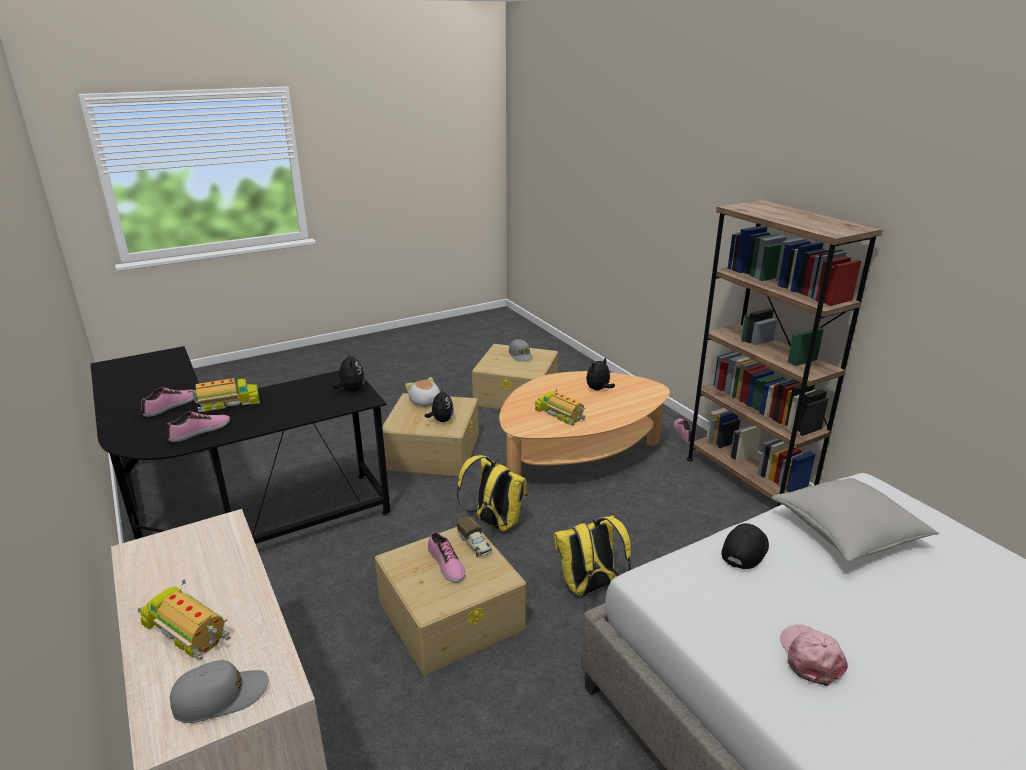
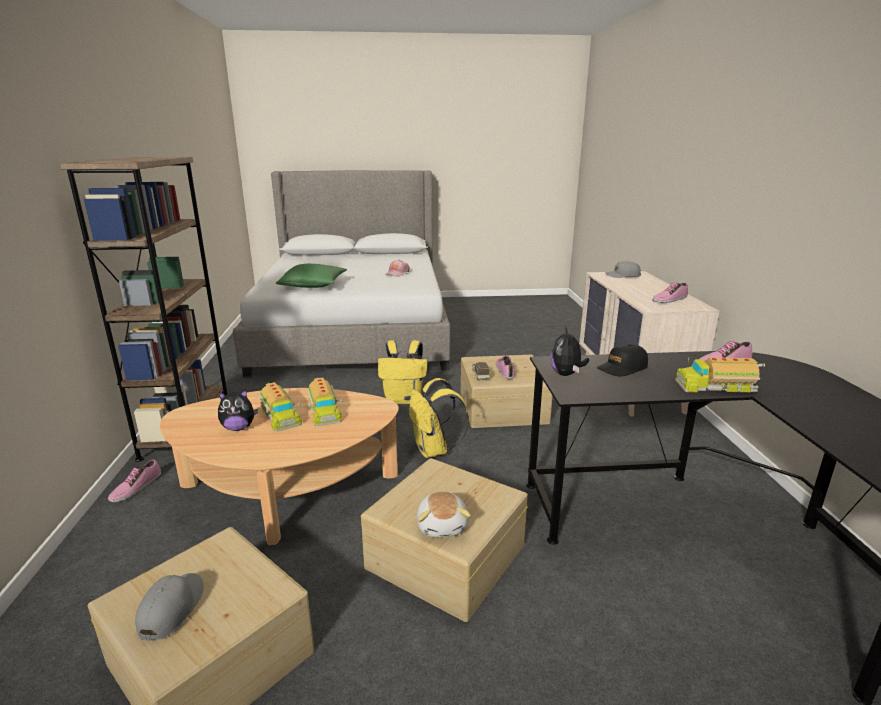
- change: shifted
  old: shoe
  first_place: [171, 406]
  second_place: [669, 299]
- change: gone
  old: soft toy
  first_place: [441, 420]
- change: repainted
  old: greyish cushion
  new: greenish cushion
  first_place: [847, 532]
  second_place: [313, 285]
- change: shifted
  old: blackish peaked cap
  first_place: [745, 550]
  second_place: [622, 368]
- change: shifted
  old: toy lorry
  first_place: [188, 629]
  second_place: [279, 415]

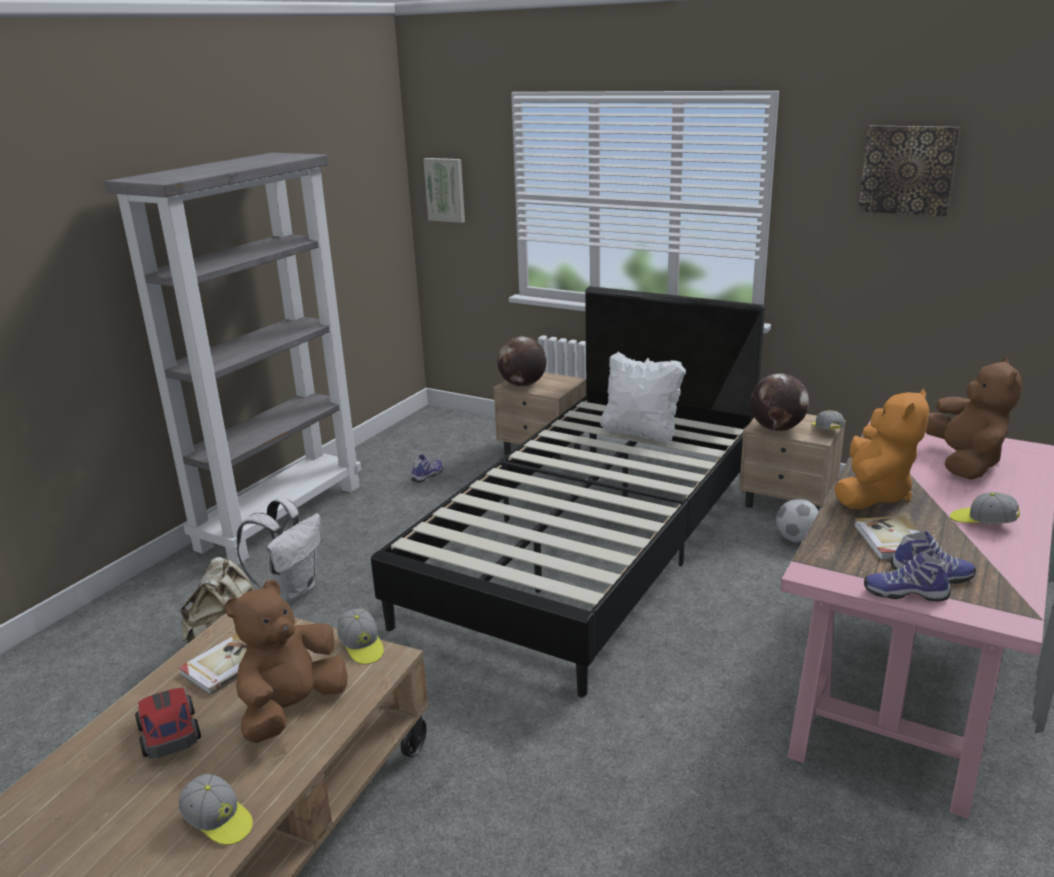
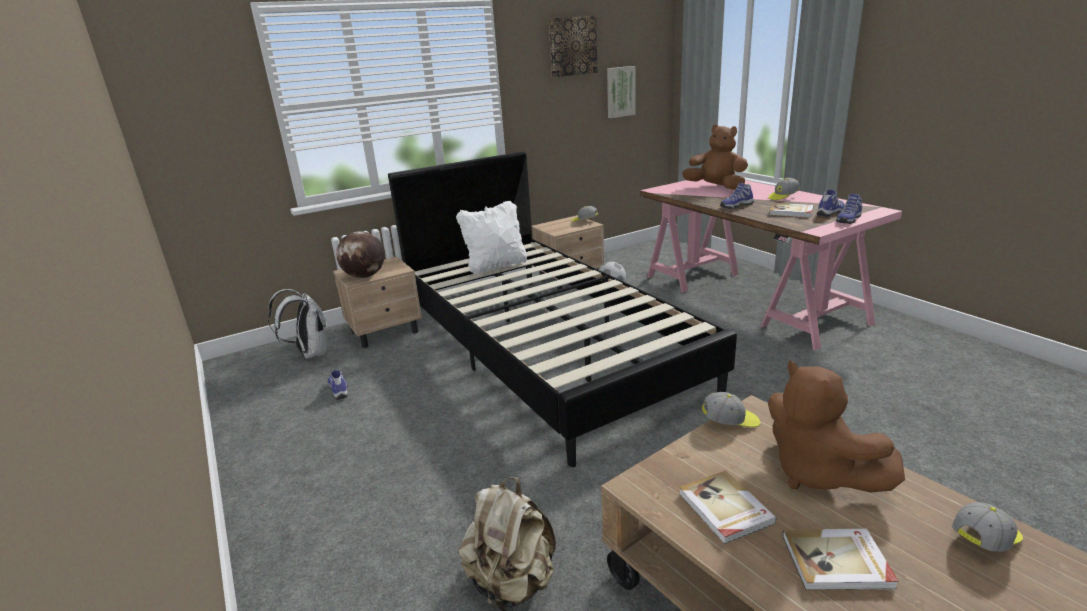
- change: gone
  old: greyish bookshelf
  first_place: [281, 516]
- change: shifted
  old: wall picture
  first_place: [445, 189]
  second_place: [620, 92]
- change: gone
  old: globe
  first_place: [776, 428]
- change: swapped
  old: orangey soft toy
  new: shoe
  first_place: [873, 494]
  second_place: [736, 206]
- change: shifted
  old: white-coloured knapsack
  first_place: [291, 591]
  second_place: [310, 353]
- change: swapped
  old: model car
  new: book
  first_place: [169, 733]
  second_place: [837, 562]

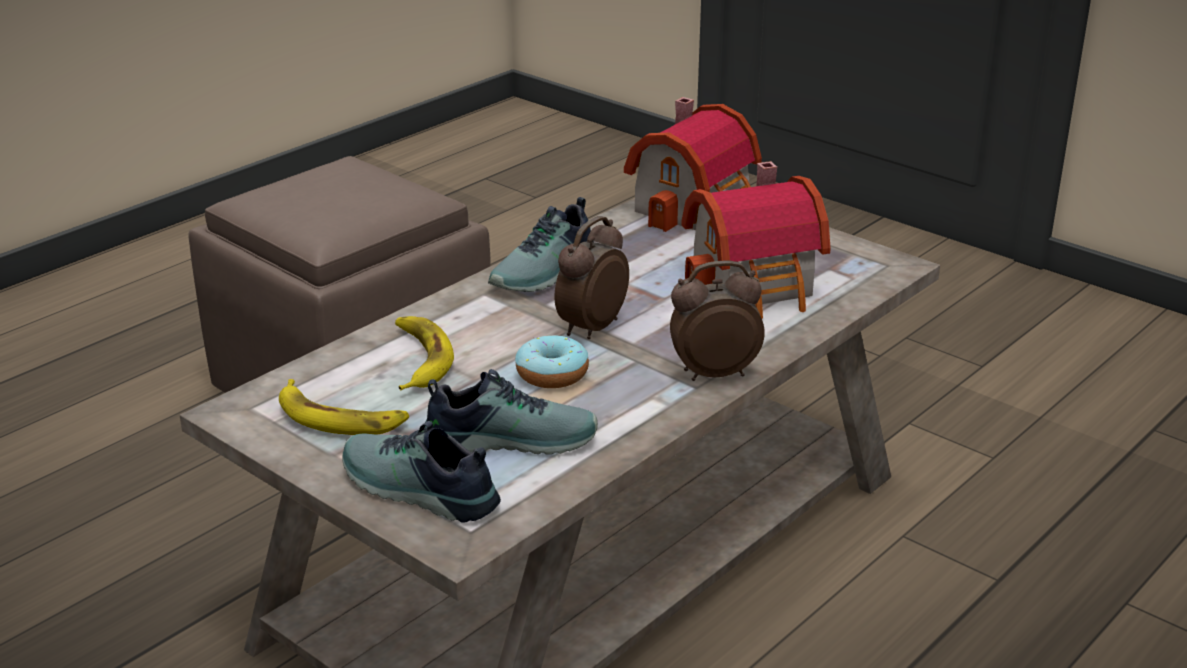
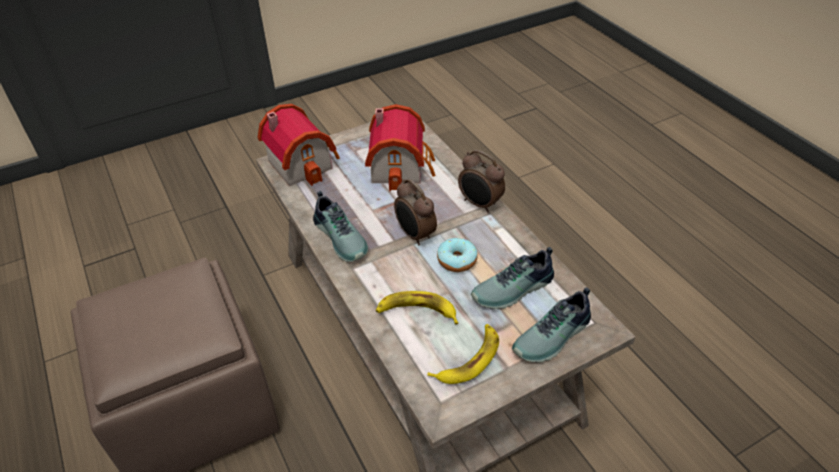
- change: rotated
  old: alarm clock
  first_place: [713, 373]
  second_place: [479, 204]
  degrees: -60
- change: rotated
  old: shoe
  first_place: [510, 438]
  second_place: [514, 290]
  degrees: -135

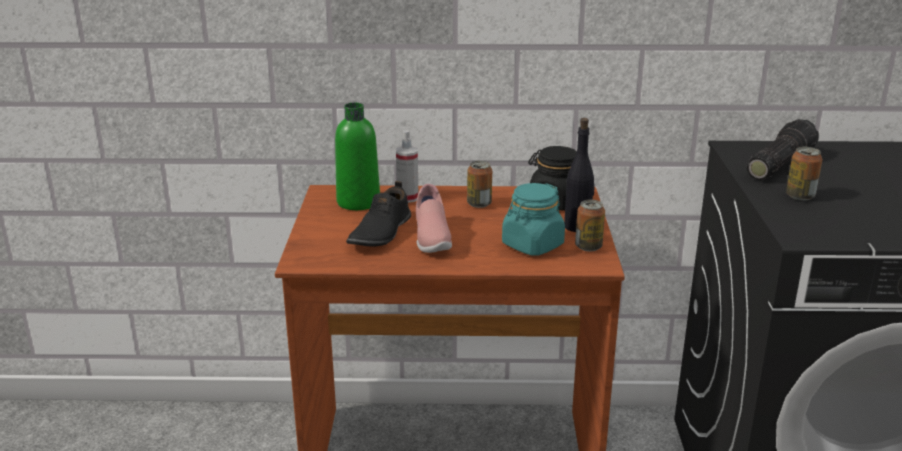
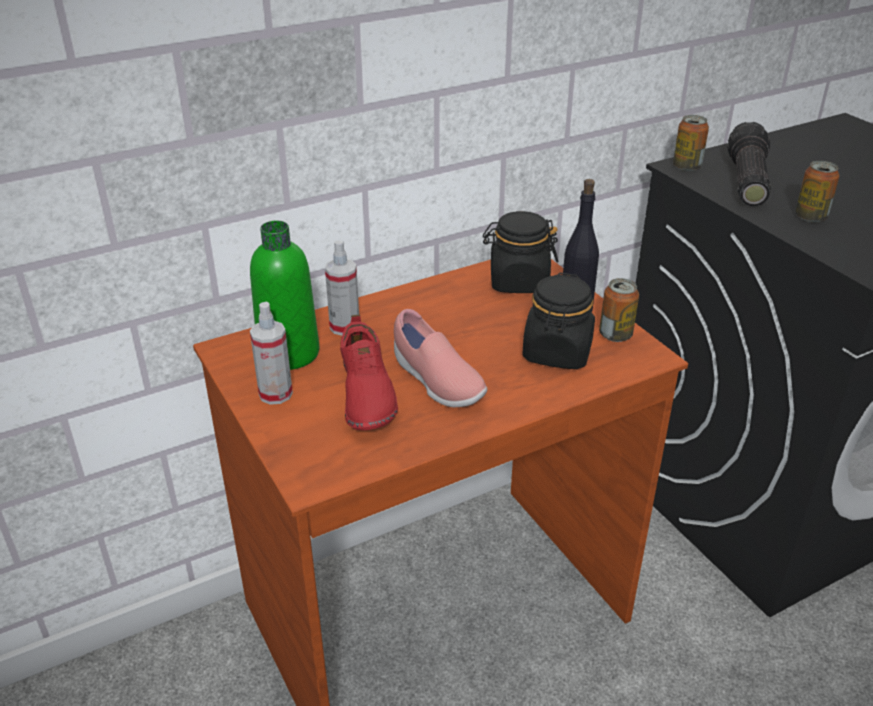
- change: shifted
  old: can
  first_place: [479, 204]
  second_place: [686, 166]
- change: repainted
  old: blackish shoe
  new: red shoe
  first_place: [379, 232]
  second_place: [365, 394]
- change: repainted
  old: blue-green preserve jar
  new: blackish preserve jar
  first_place: [532, 245]
  second_place: [557, 352]
- change: new
  new: sprayer
  second_place: [275, 394]

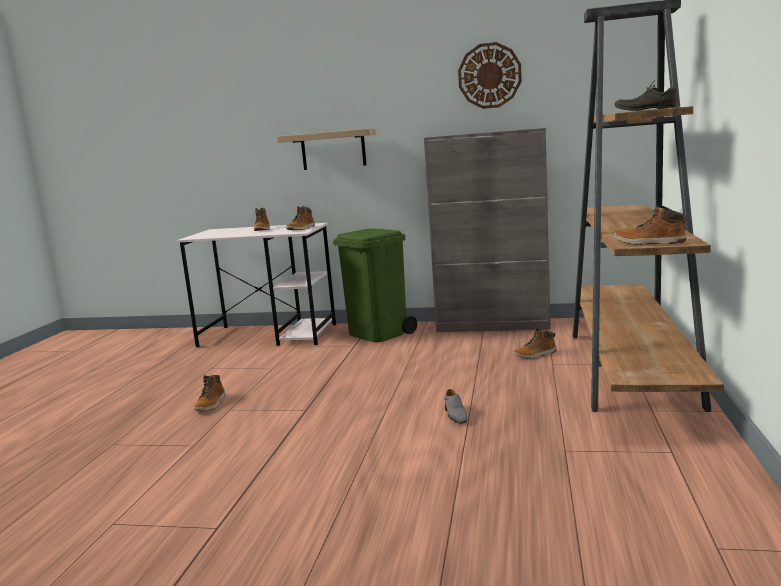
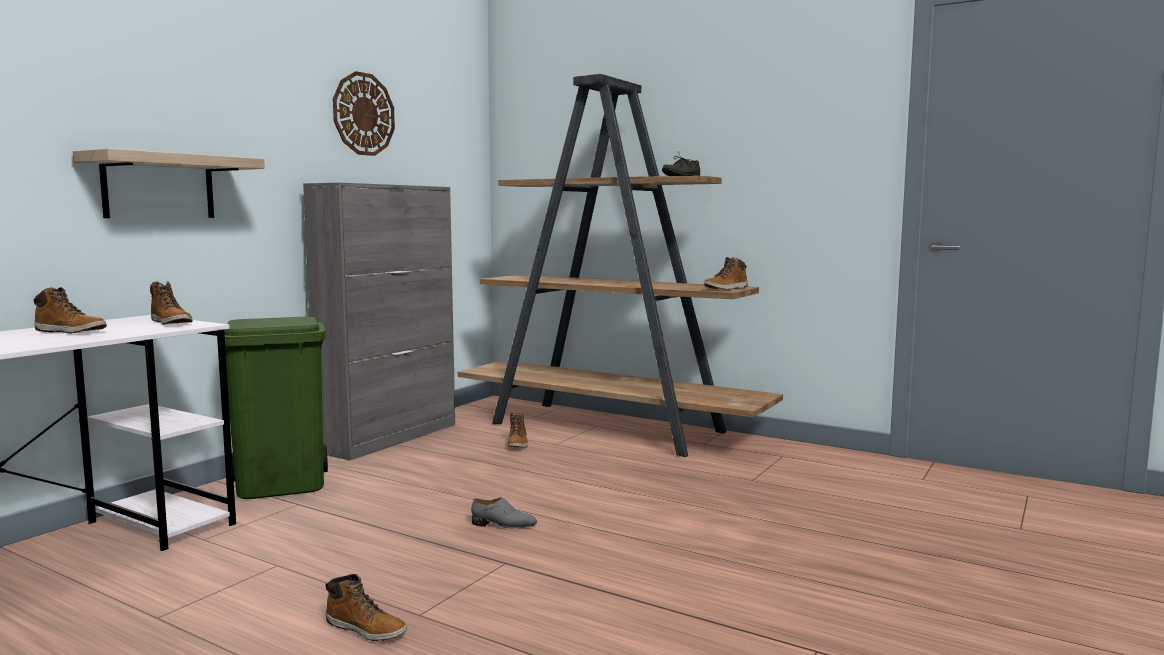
- change: shifted
  old: greyish shoe
  first_place: [455, 415]
  second_place: [503, 525]

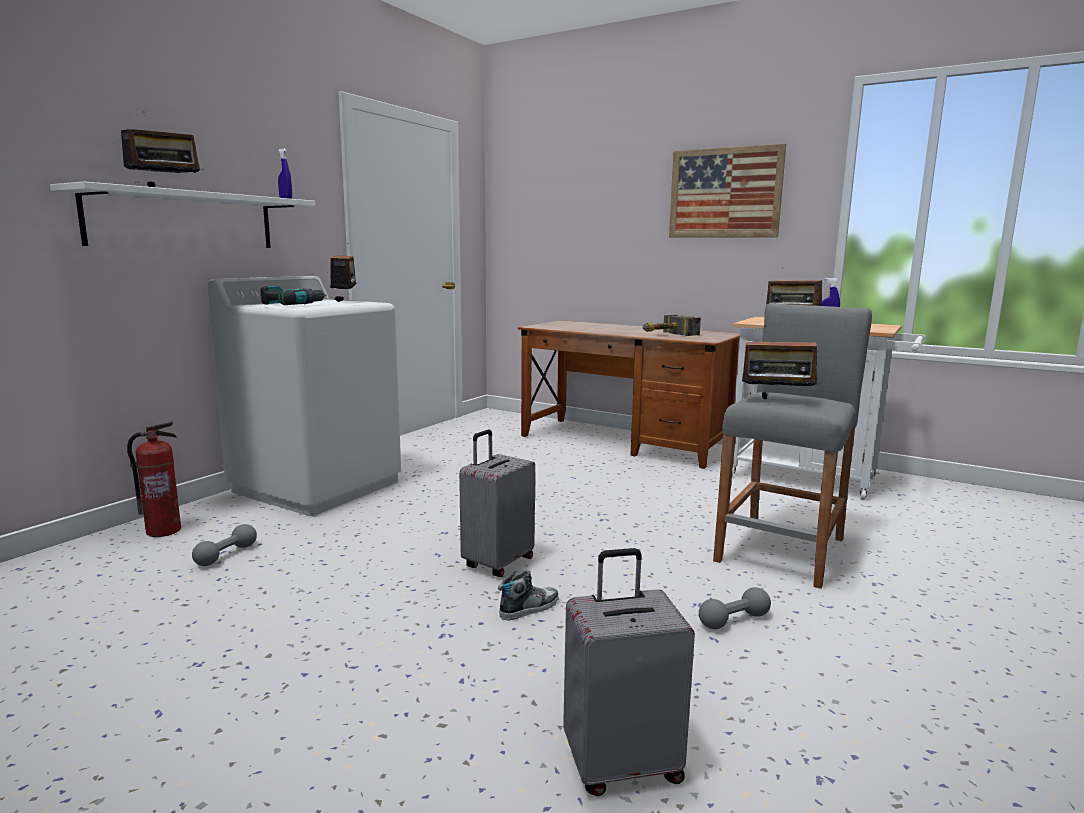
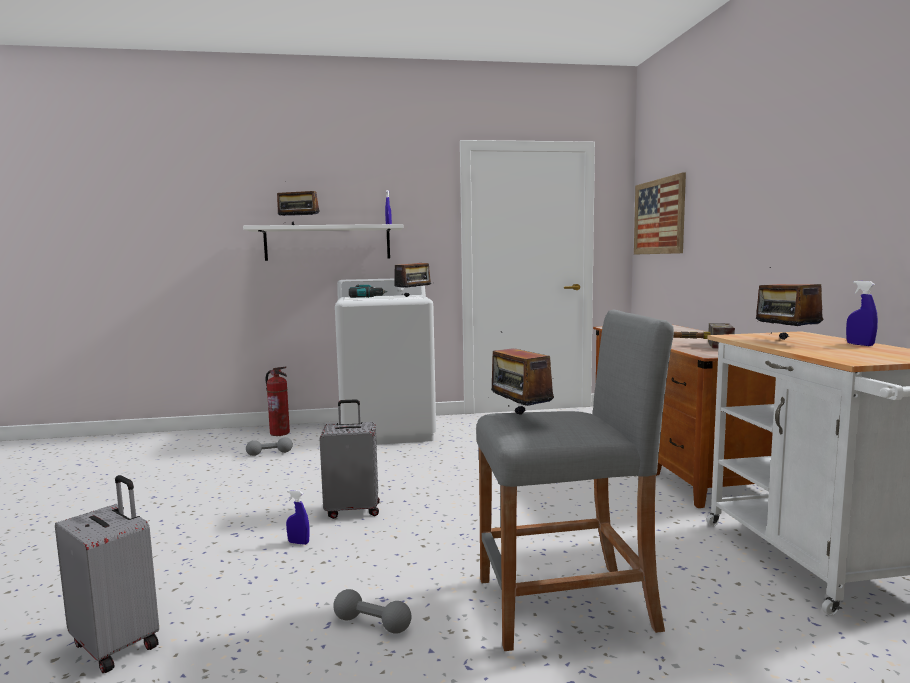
- change: shifted
  old: wall picture
  first_place: [725, 193]
  second_place: [659, 217]
- change: swapped
  old: shoe
  new: blue-coloured sprayer
  first_place: [529, 608]
  second_place: [298, 543]

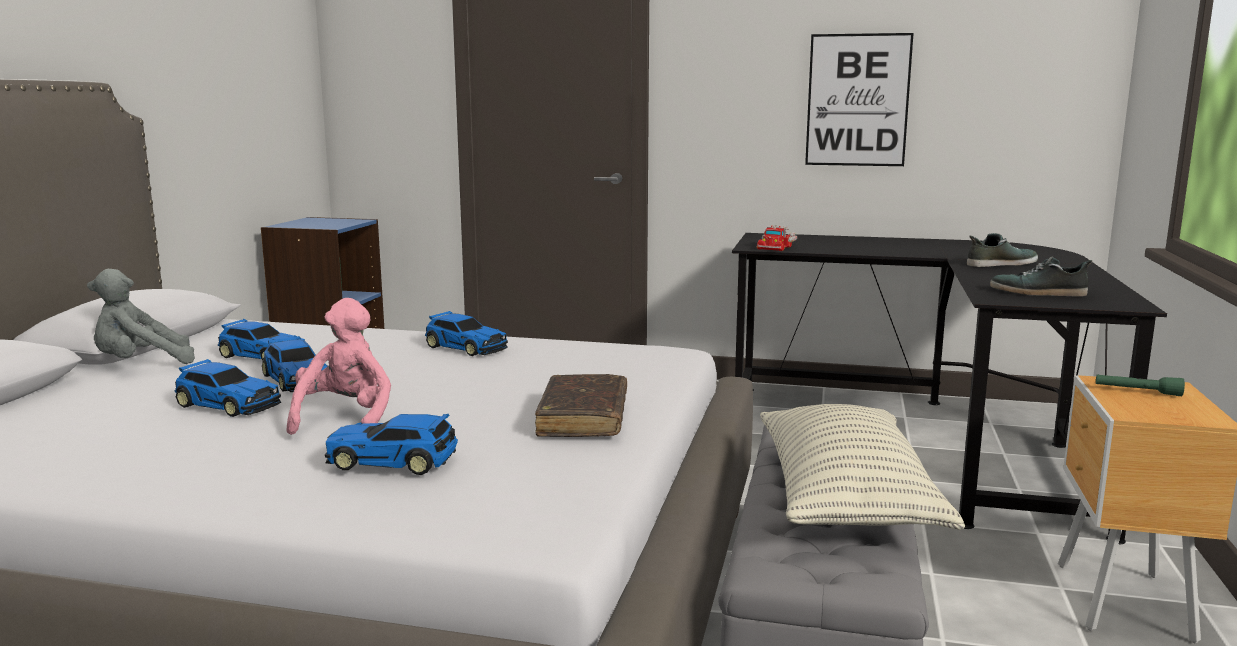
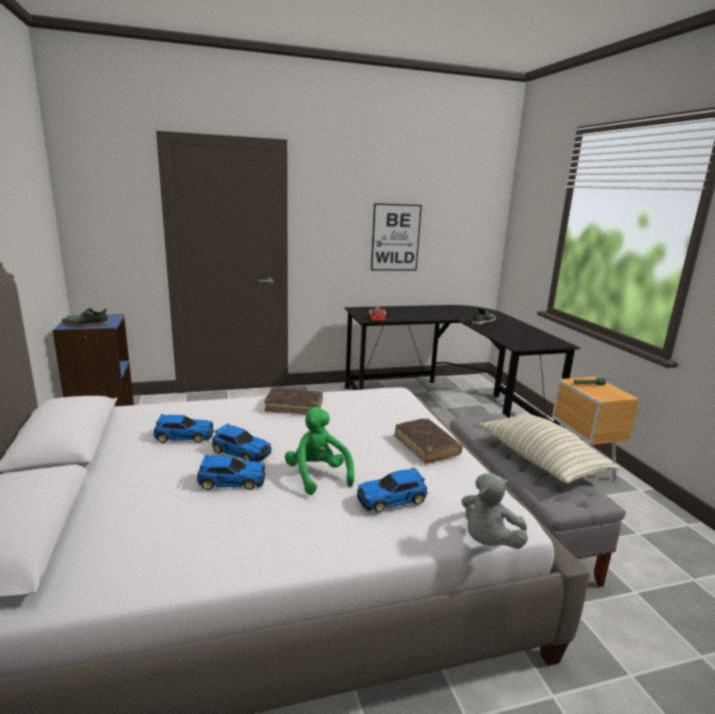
- change: shifted
  old: shoe
  first_place: [1038, 292]
  second_place: [85, 324]
- change: shifted
  old: greyish soft toy
  first_place: [141, 365]
  second_place: [488, 541]
- change: repainted
  old: pink-coloured soft toy
  new: greenish soft toy
  first_place: [345, 420]
  second_place: [317, 476]
- change: swapped
  old: model car
  new: brownish book
  first_place: [465, 347]
  second_place: [294, 407]

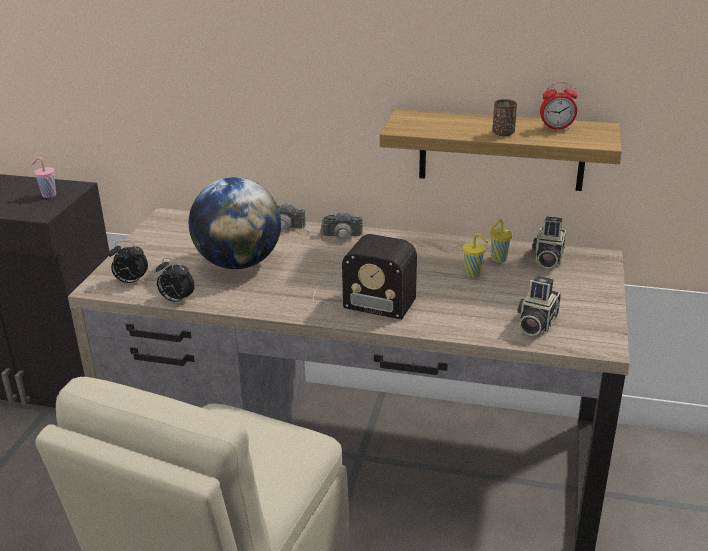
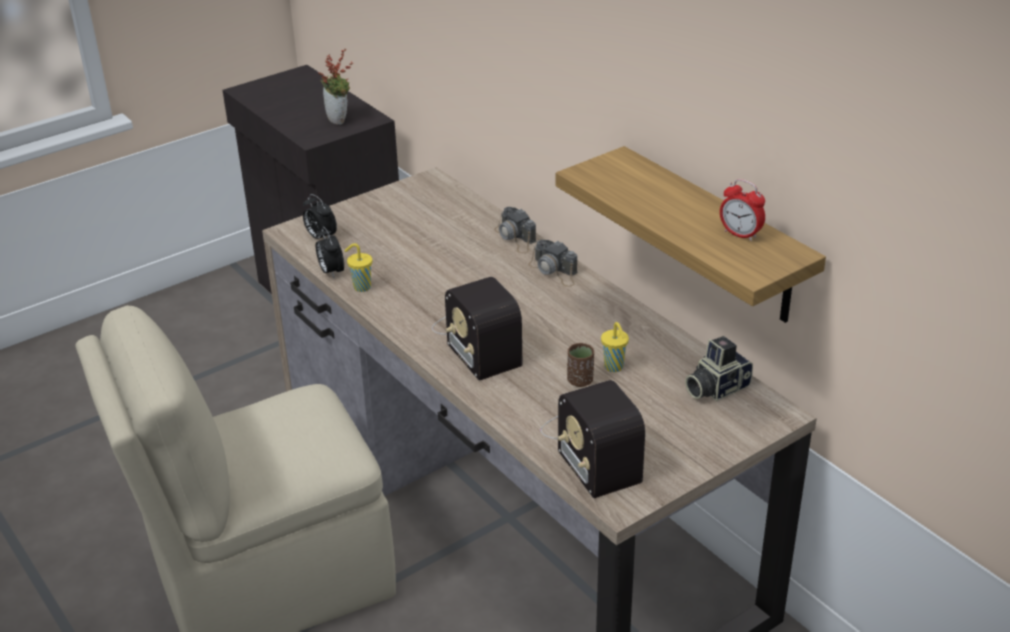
- change: shifted
  old: brownish small cup
  first_place: [503, 133]
  second_place: [580, 381]
- change: swapped
  old: pink-coloured small cup
  new: plant in a pot
  first_place: [48, 195]
  second_place: [340, 120]
- change: gone
  old: globe
  first_place: [238, 263]
- change: shifted
  old: yellowish small cup
  first_place: [498, 259]
  second_place: [361, 287]
- change: swapped
  old: photo camera
  new: radio set
  first_place: [535, 323]
  second_place: [591, 447]

